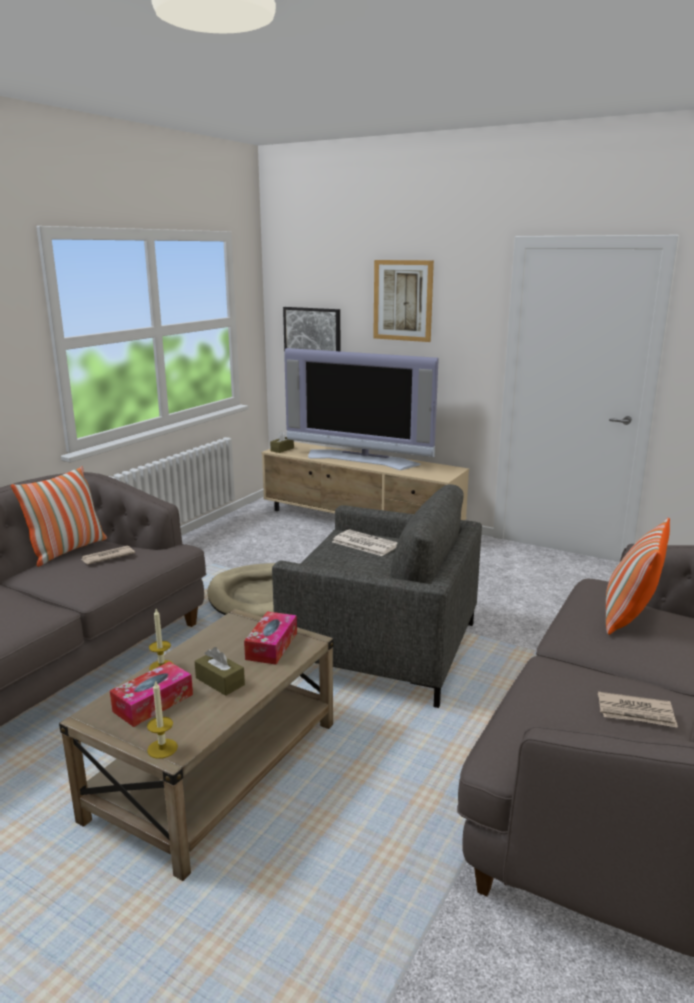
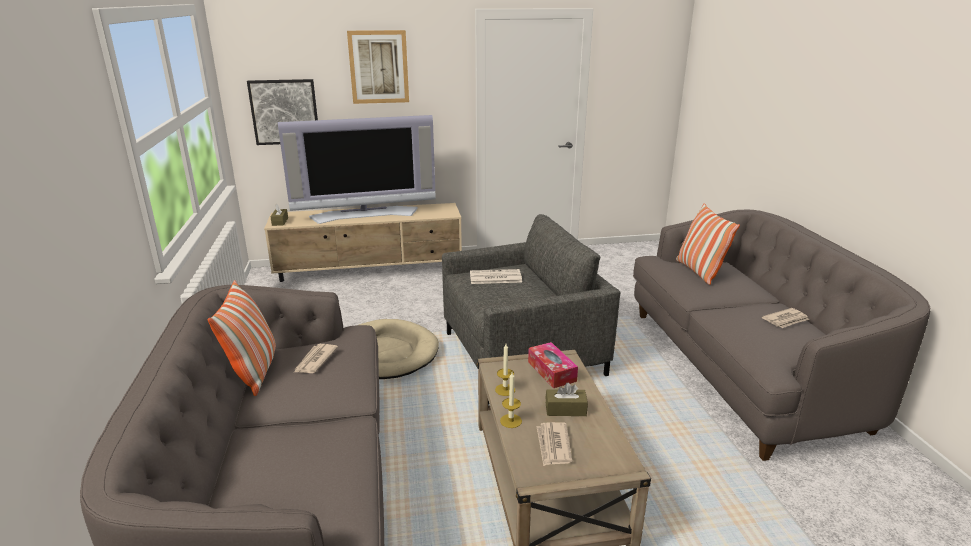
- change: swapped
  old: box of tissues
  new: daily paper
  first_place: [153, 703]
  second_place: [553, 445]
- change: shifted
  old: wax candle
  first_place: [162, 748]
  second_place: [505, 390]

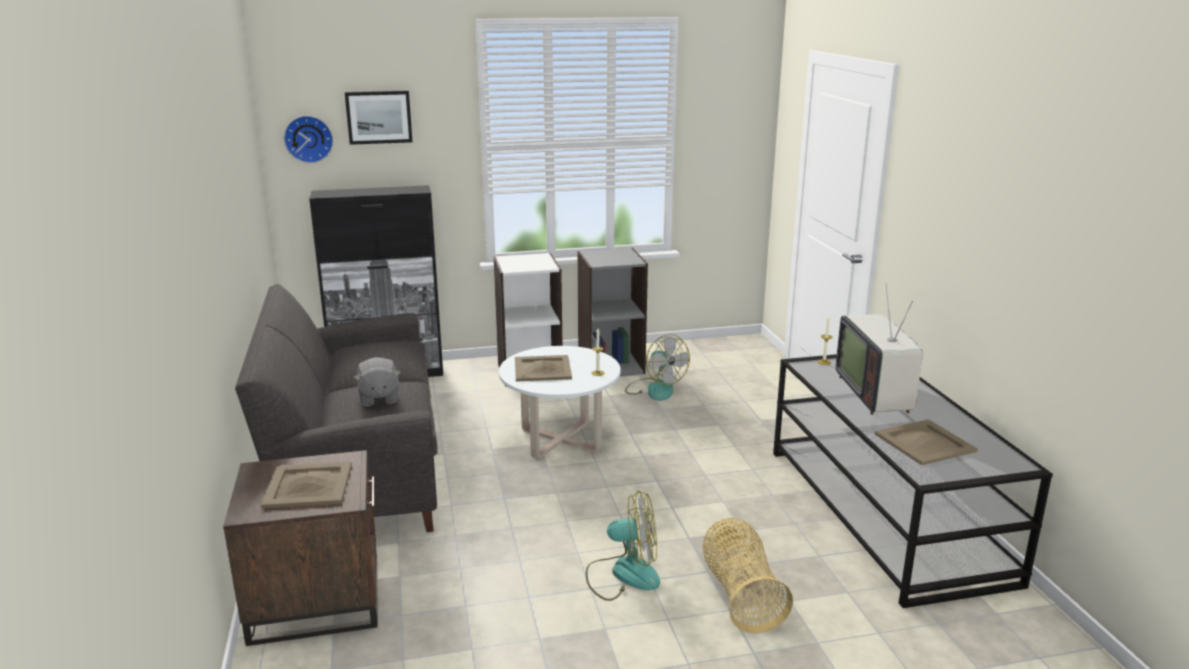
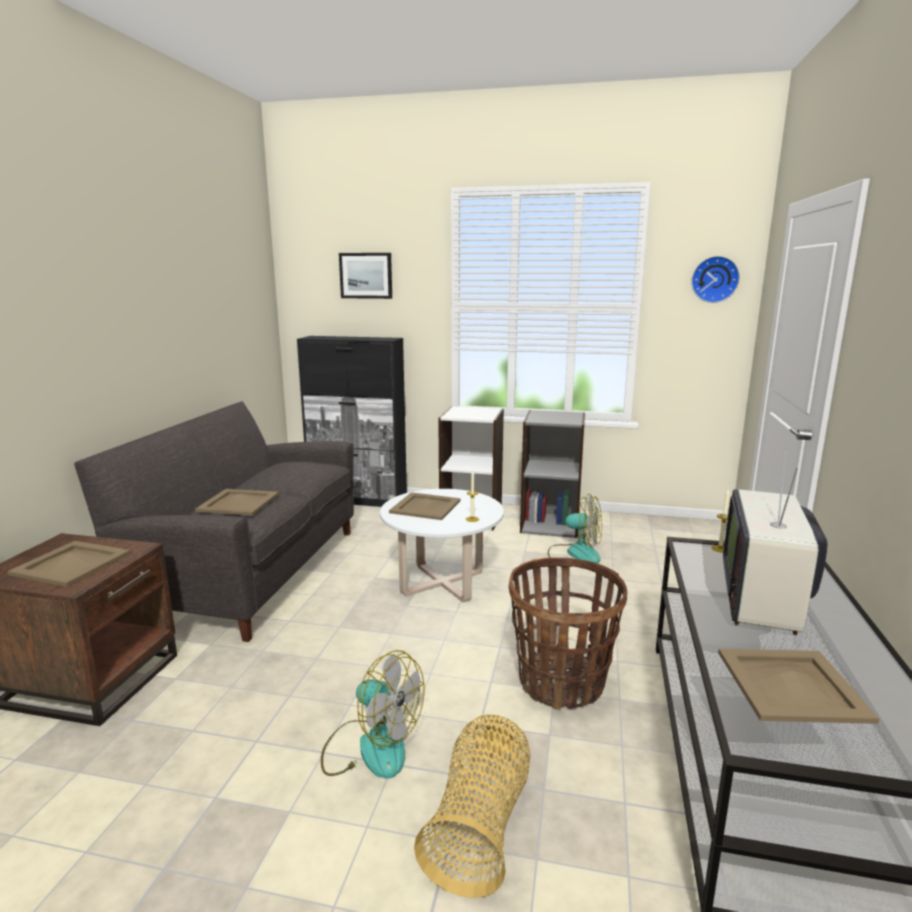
- change: shifted
  old: hanging clock
  first_place: [308, 139]
  second_place: [714, 279]
- change: rotated
  old: fan
  first_place: [655, 389]
  second_place: [575, 553]
  degrees: -60
- change: swapped
  old: greyish soft toy
  new: beige-coloured tray
  first_place: [378, 398]
  second_place: [239, 502]
- change: new
  new: basket
  second_place: [562, 682]

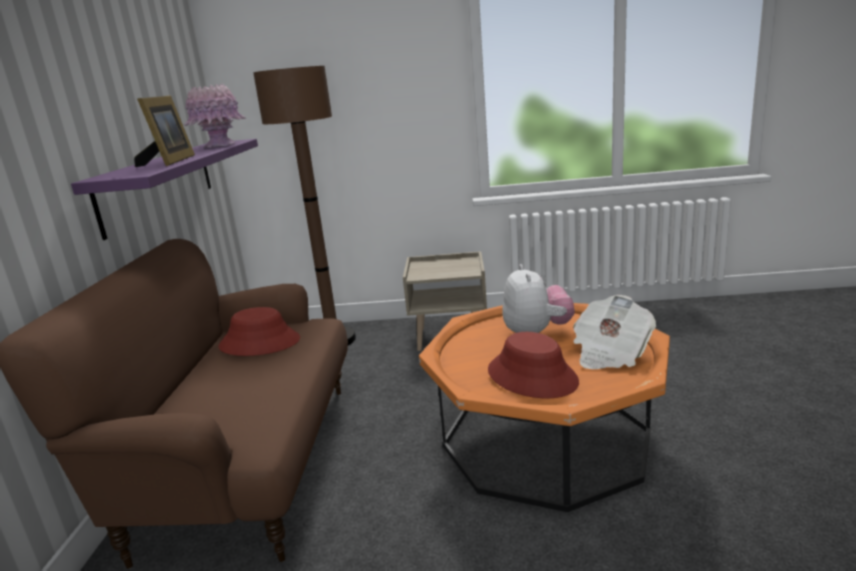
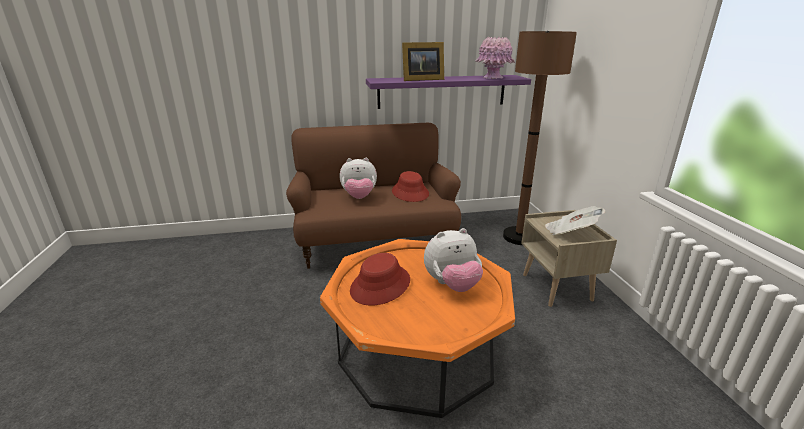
- change: shifted
  old: daily paper
  first_place: [610, 353]
  second_place: [570, 232]
- change: new
  new: soft toy
  second_place: [359, 197]

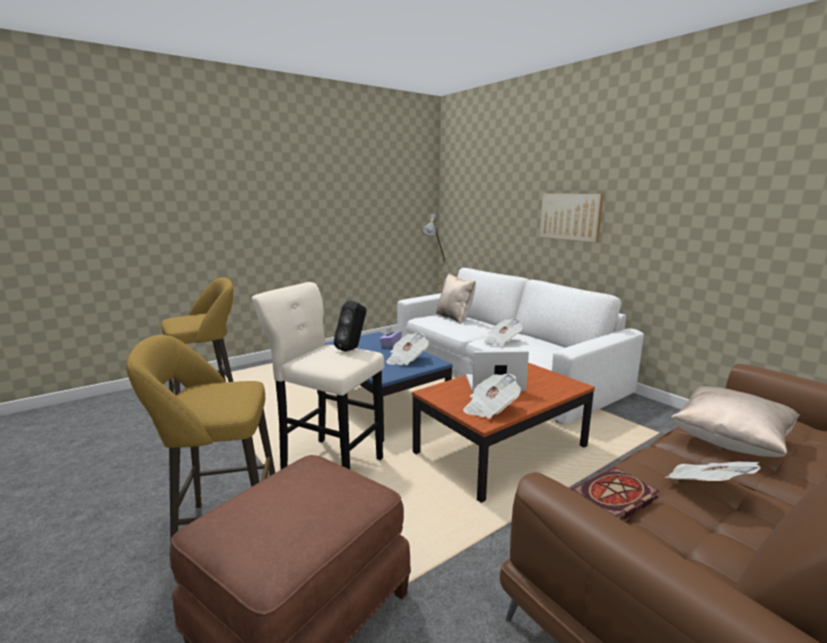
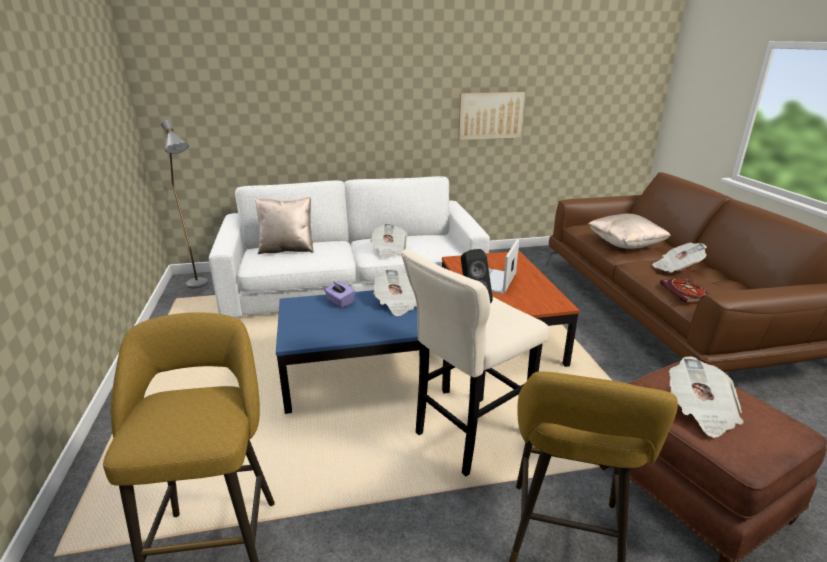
- change: shifted
  old: wall picture
  first_place: [570, 216]
  second_place: [490, 115]
- change: shifted
  old: daily paper
  first_place: [490, 409]
  second_place: [700, 412]

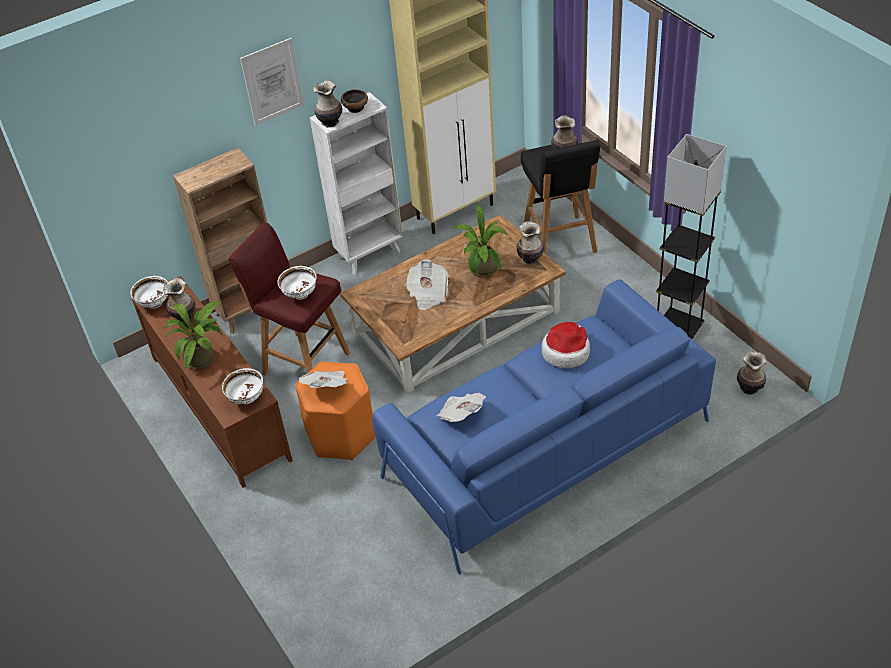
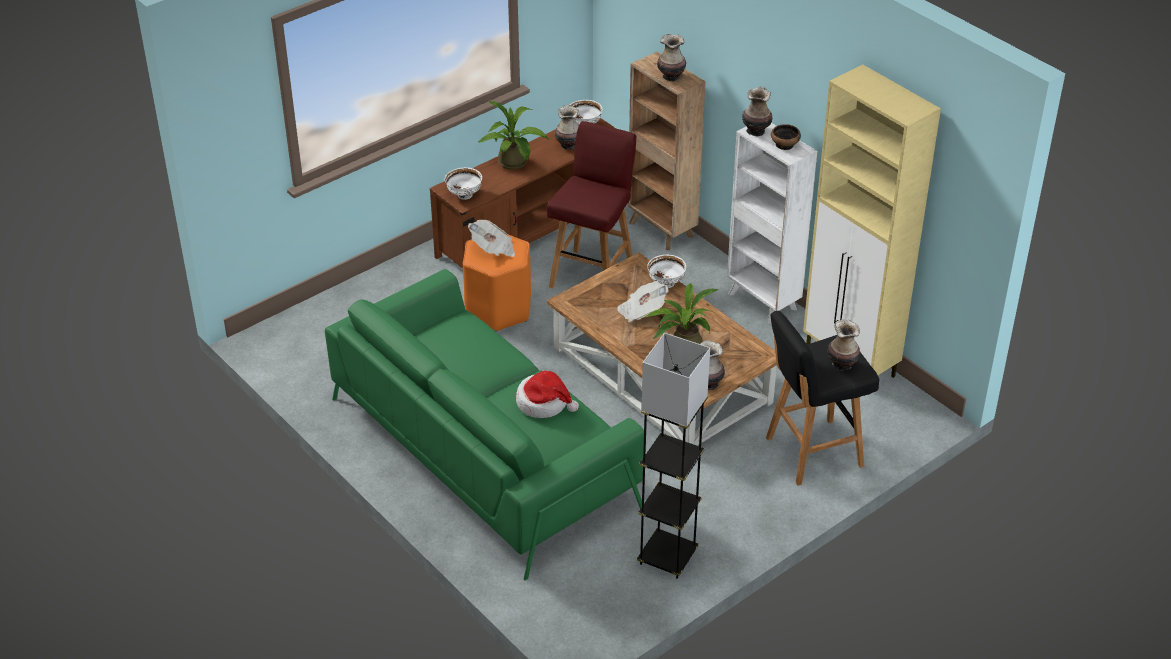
- change: gone
  old: wall picture
  first_place: [272, 81]
- change: shifted
  old: white-coloured deep dish
  first_place: [300, 295]
  second_place: [666, 283]
- change: repainted
  old: blue-coloured sofa
  new: greenish sofa
  first_place: [545, 448]
  second_place: [483, 451]
- change: shifted
  old: flower vase
  first_place: [749, 387]
  second_place: [671, 76]
- change: gone
  old: daily paper
  first_place: [461, 415]

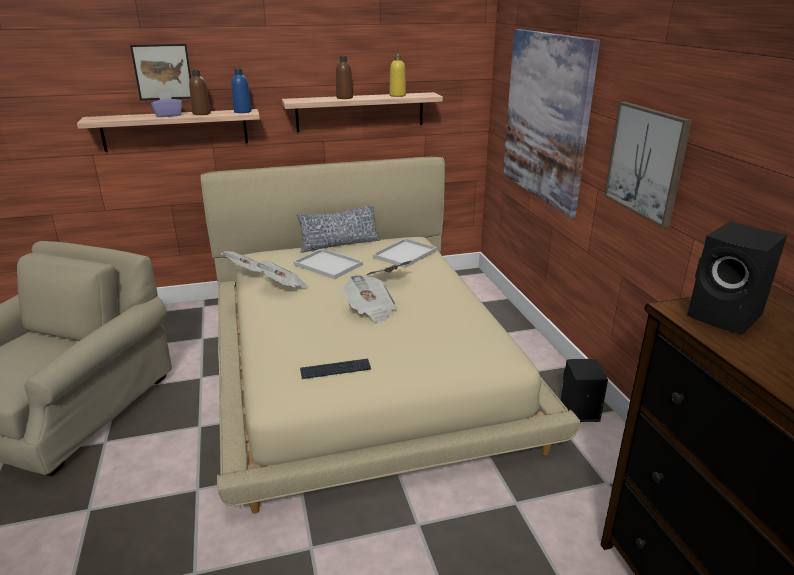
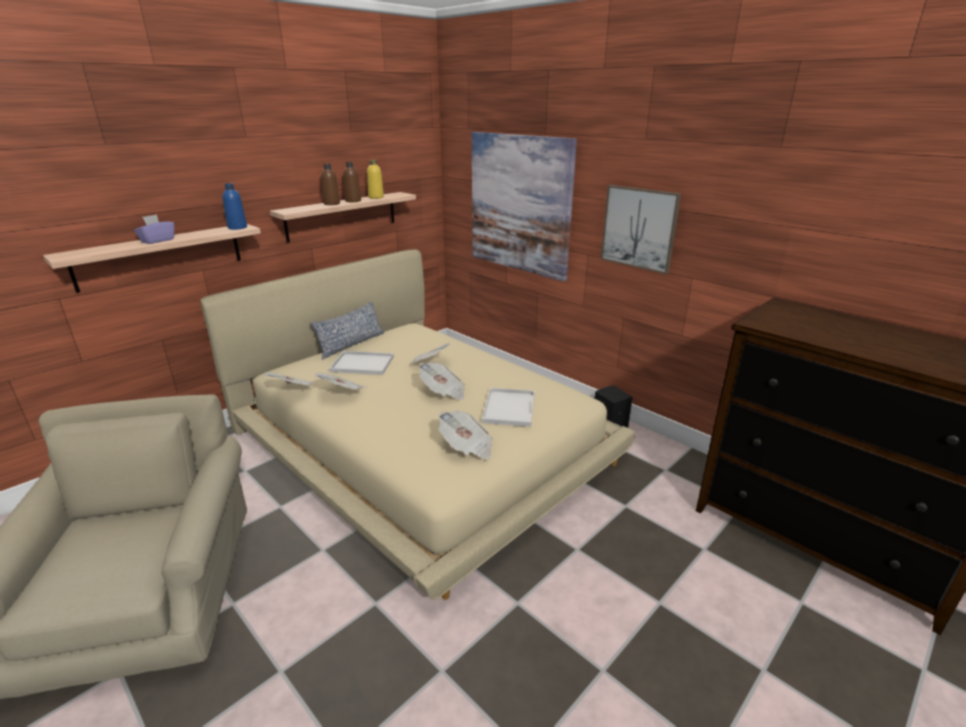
- change: gone
  old: wall picture
  first_place: [163, 72]
- change: shifted
  old: brownish beverage bottle
  first_place: [201, 113]
  second_place: [353, 201]
- change: gone
  old: blackish speaker
  first_place: [727, 316]
- change: shifted
  old: white-coloured tray
  first_place: [405, 253]
  second_place: [508, 407]
- change: swapped
  old: PC keyboard
  new: daily paper
  first_place: [335, 370]
  second_place: [467, 447]

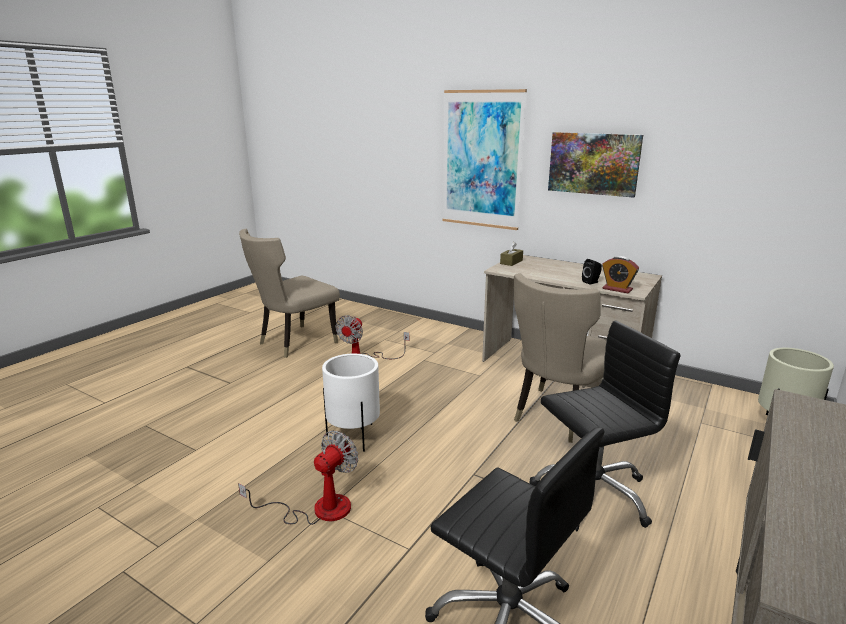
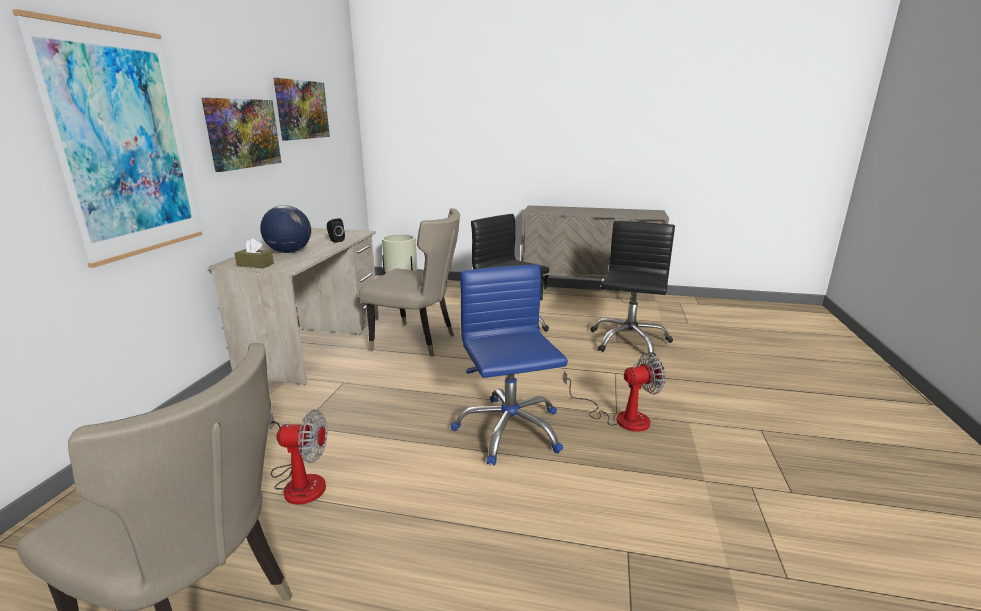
- change: gone
  old: alarm clock
  first_place: [617, 289]
- change: swapped
  old: white-coloured flower pot
  new: blue-coloured desk chair
  first_place: [354, 437]
  second_place: [509, 430]
- change: rotated
  old: fan
  first_place: [318, 509]
  second_place: [620, 417]
  degrees: 150
- change: new
  new: wall picture
  second_place: [302, 110]
- change: new
  new: globe
  second_place: [289, 252]

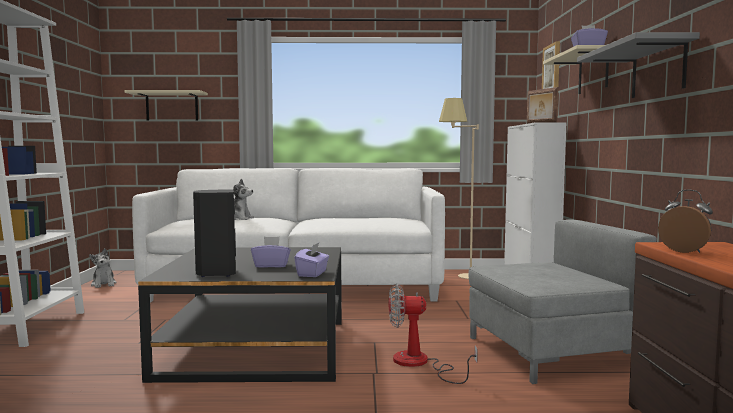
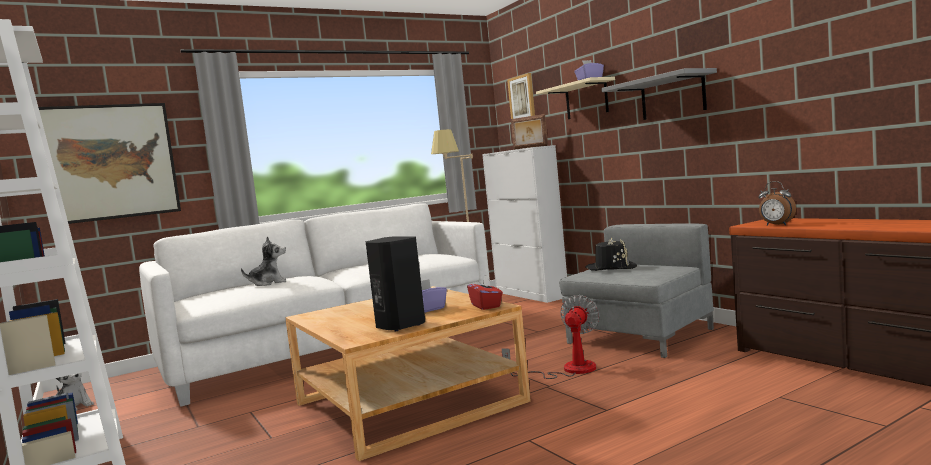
- change: swapped
  old: beige-coloured shelf
  new: wall picture
  first_place: [172, 106]
  second_place: [111, 162]
- change: rotated
  old: alarm clock
  first_place: [685, 251]
  second_place: [776, 225]
  degrees: -150
- change: repainted
  old: purplish box of tissues
  new: red box of tissues
  first_place: [312, 274]
  second_place: [486, 306]
- change: repainted
  old: blackish lounge table
  new: beige-coloured lounge table
  first_place: [256, 348]
  second_place: [408, 402]
- change: rotated
  old: fan
  first_place: [420, 364]
  second_place: [568, 370]
  degrees: 150
- change: new
  new: blackish wearable hat
  second_place: [611, 268]

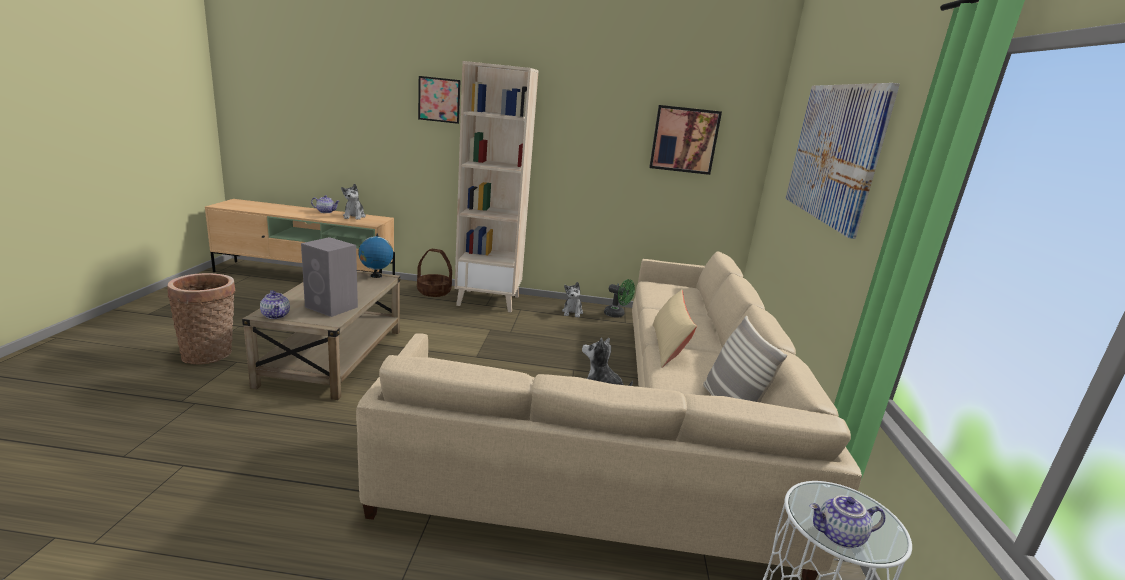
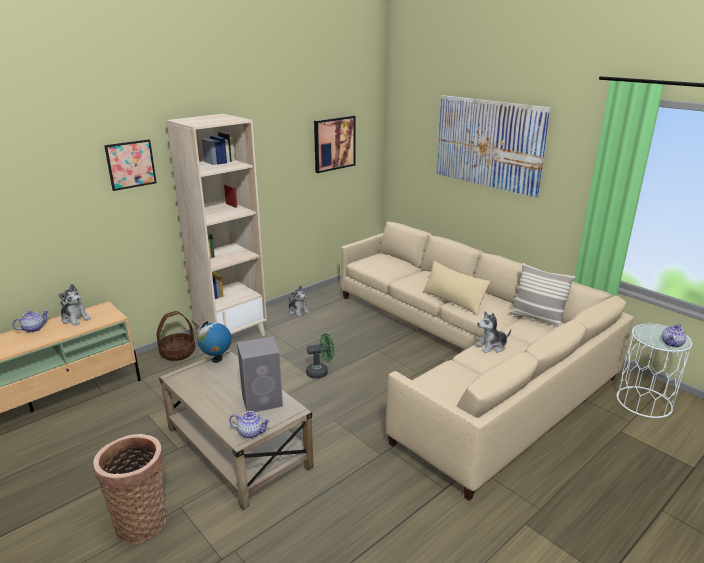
- change: shifted
  old: greenish fan
  first_place: [617, 315]
  second_place: [320, 372]

